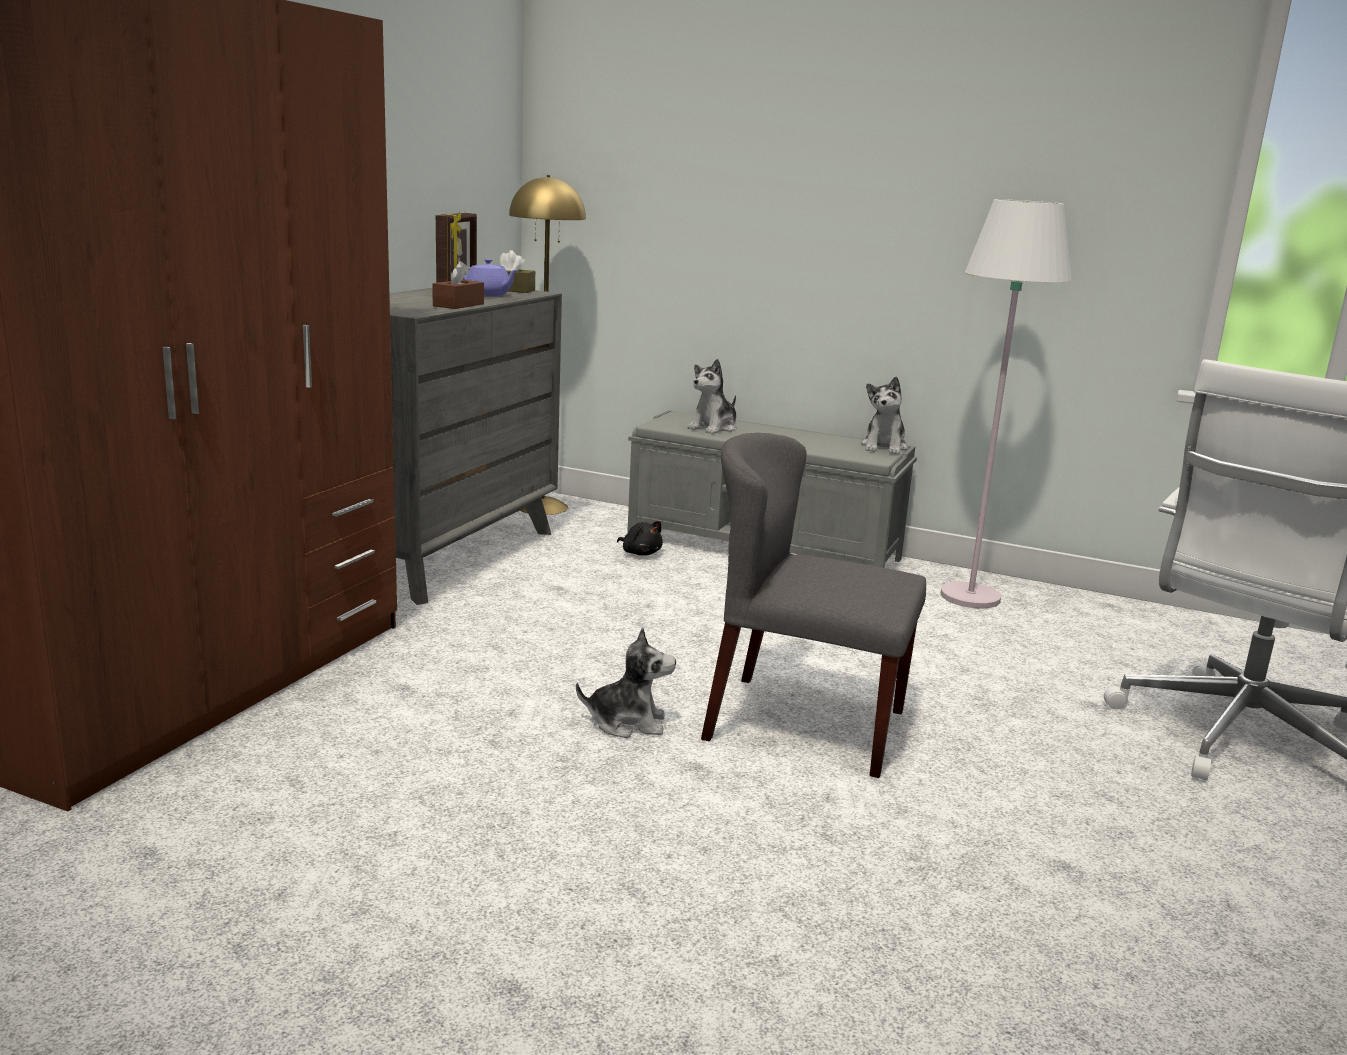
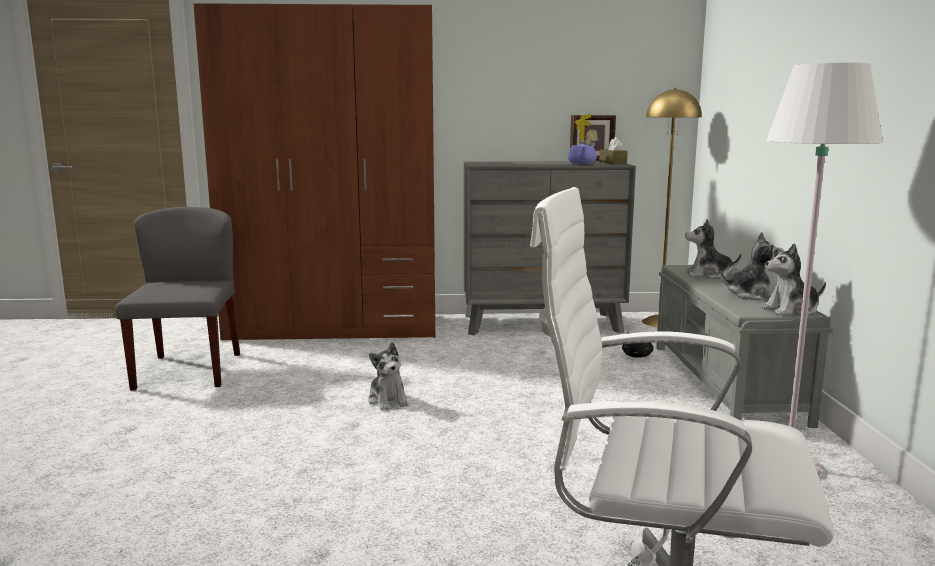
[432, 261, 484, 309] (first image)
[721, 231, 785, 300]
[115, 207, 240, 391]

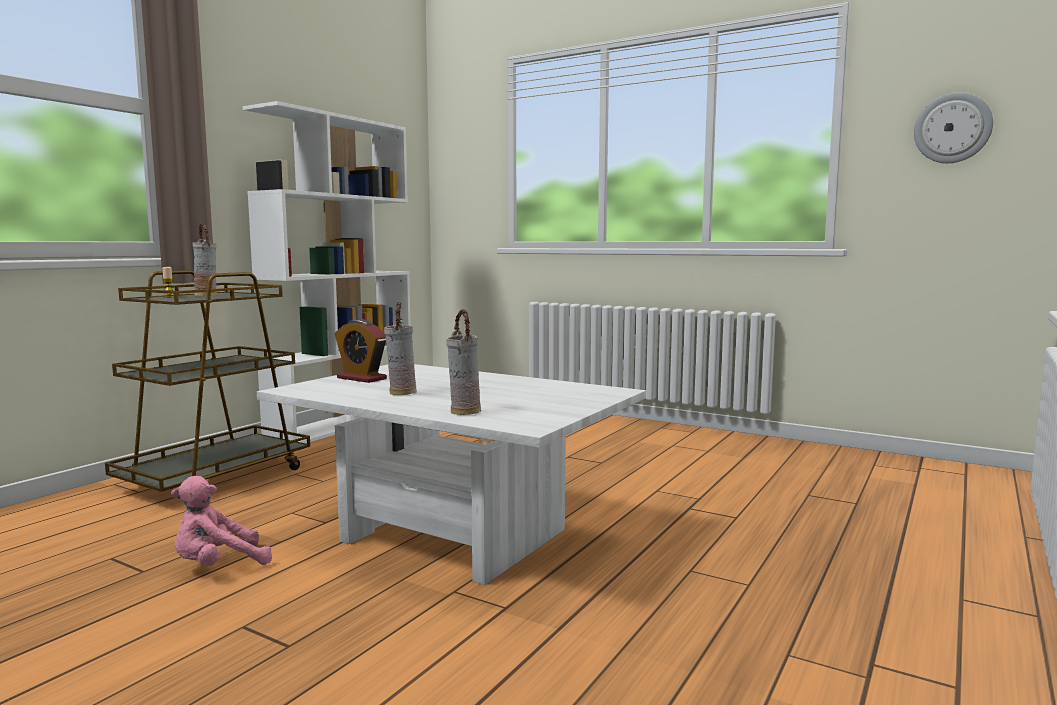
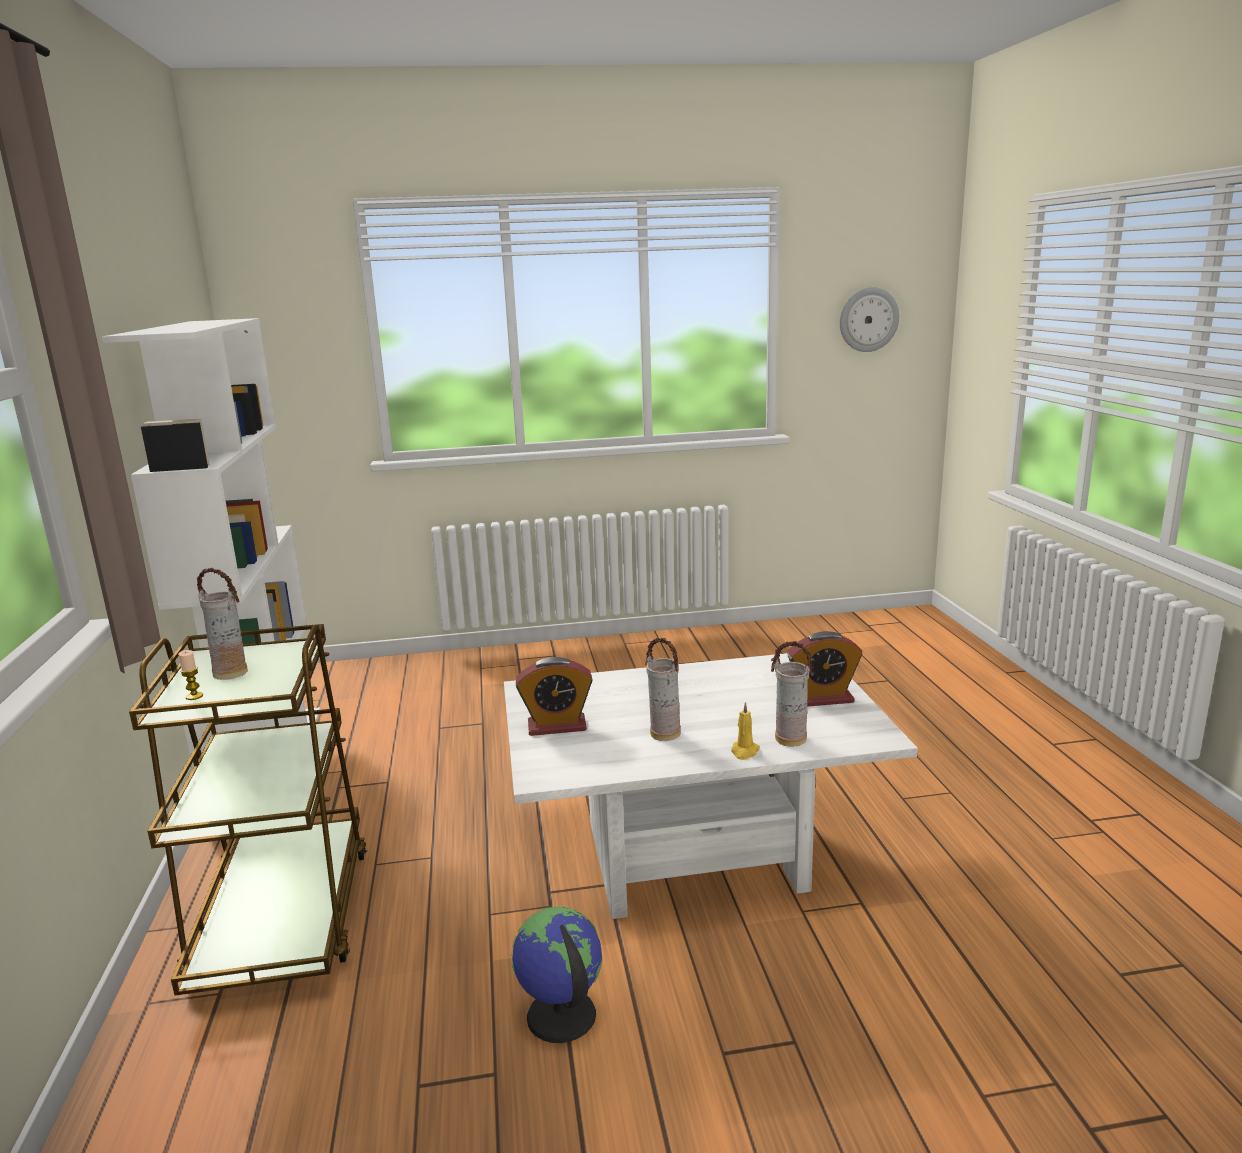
[731, 702, 760, 760]
[787, 631, 862, 707]
[511, 906, 603, 1043]

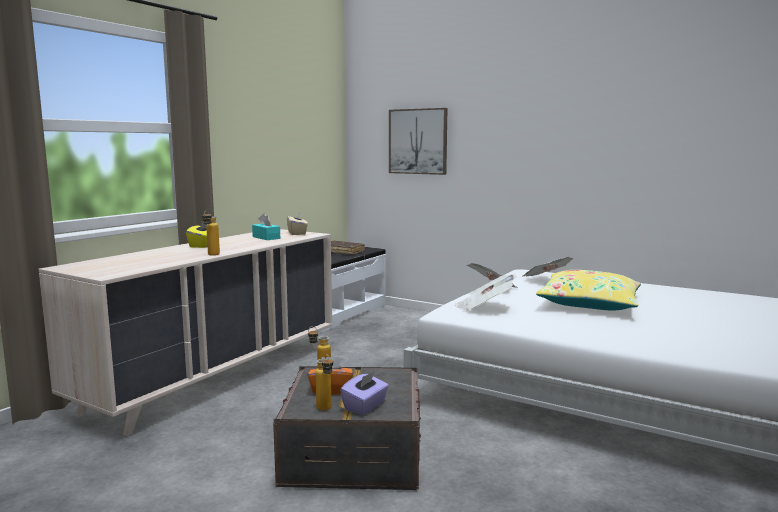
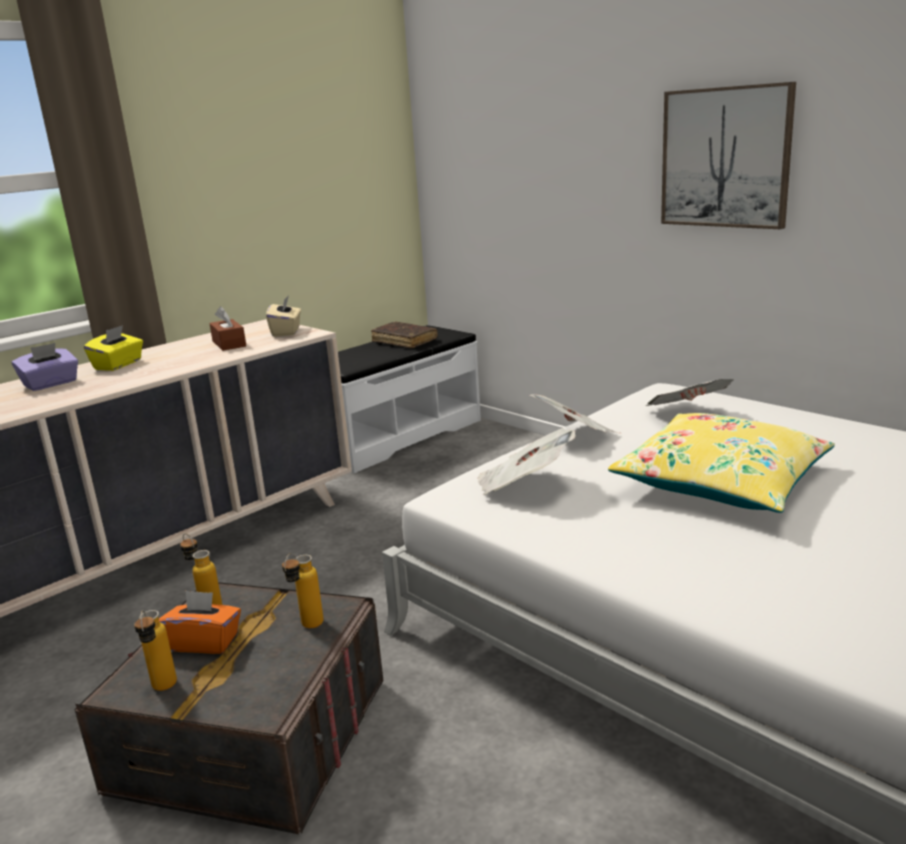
[282, 553, 323, 628]
[12, 343, 78, 391]
[661, 82, 796, 229]
[209, 306, 246, 351]

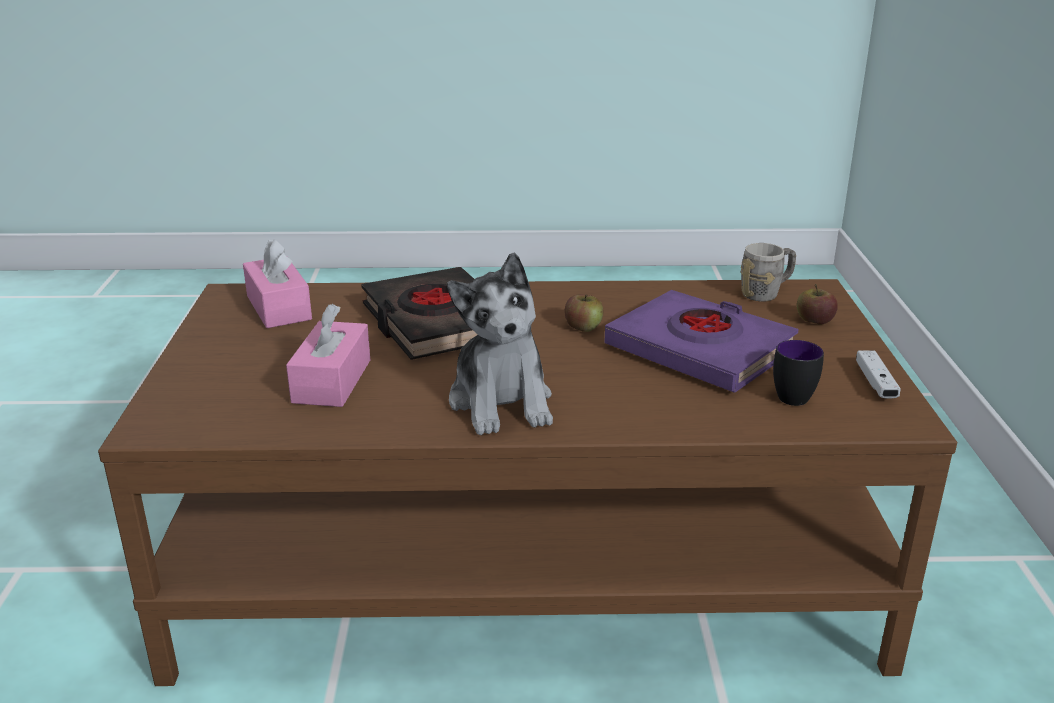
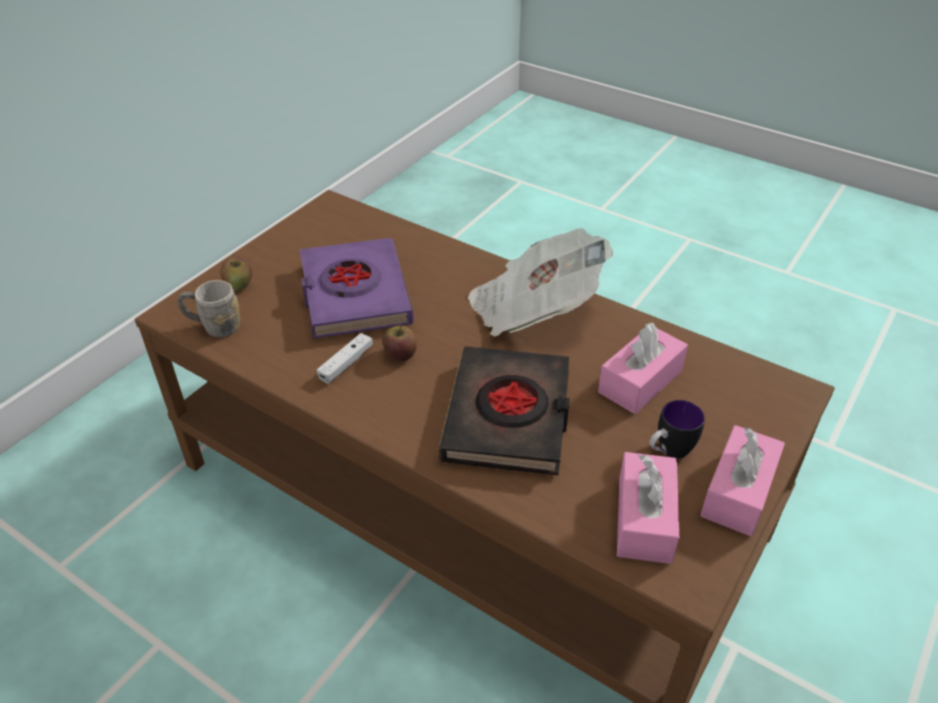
[700, 425, 785, 536]
[649, 400, 705, 459]
[317, 333, 373, 384]
[468, 228, 613, 337]

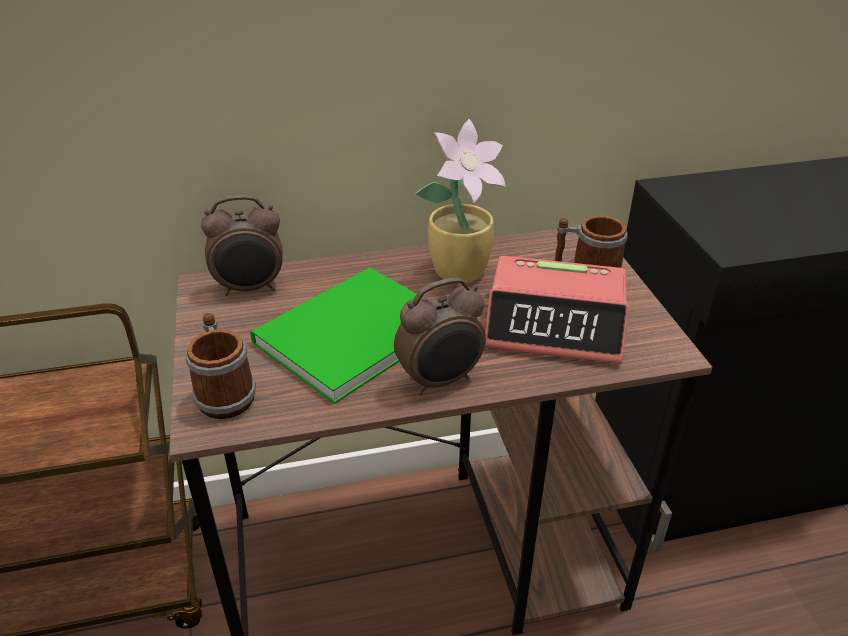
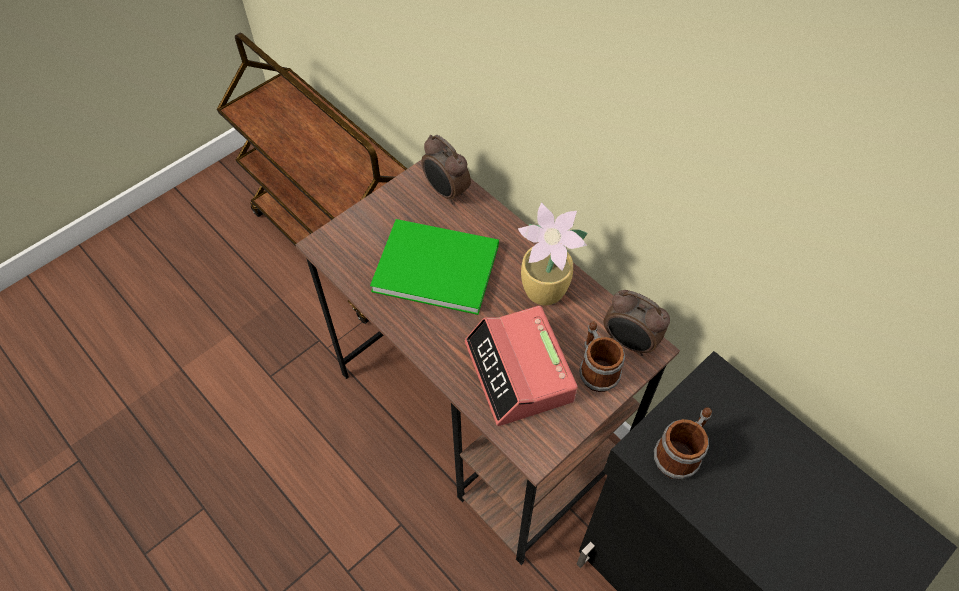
[654, 407, 712, 479]
[604, 290, 670, 356]

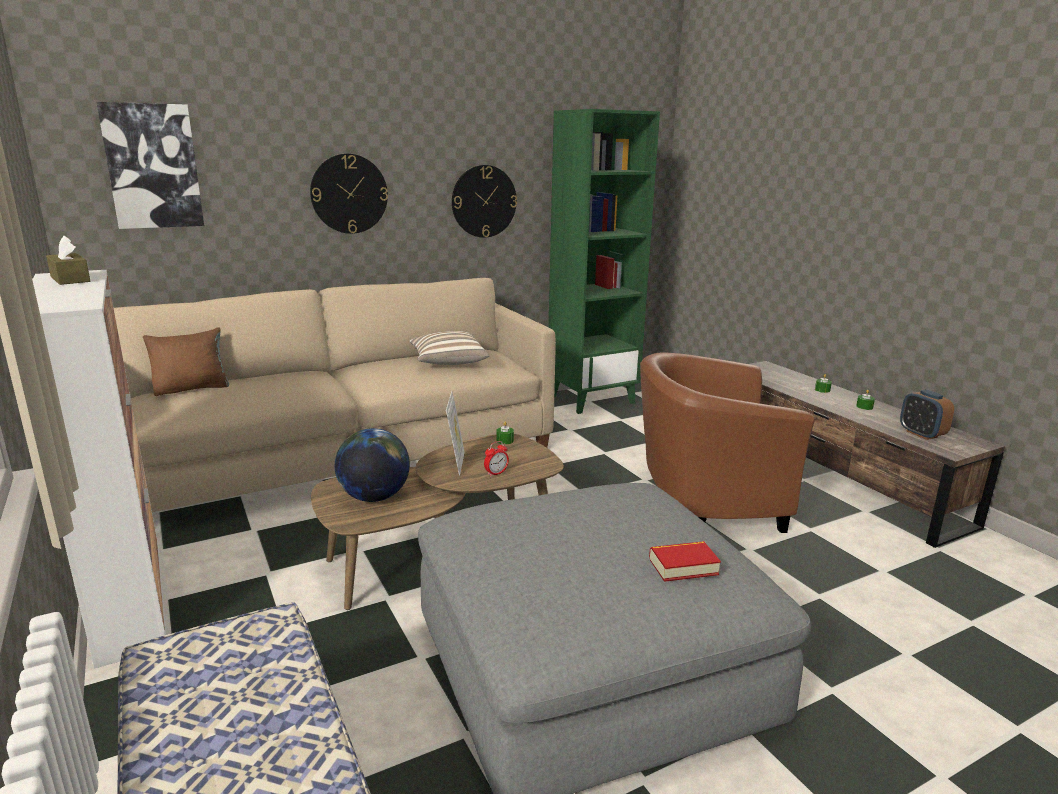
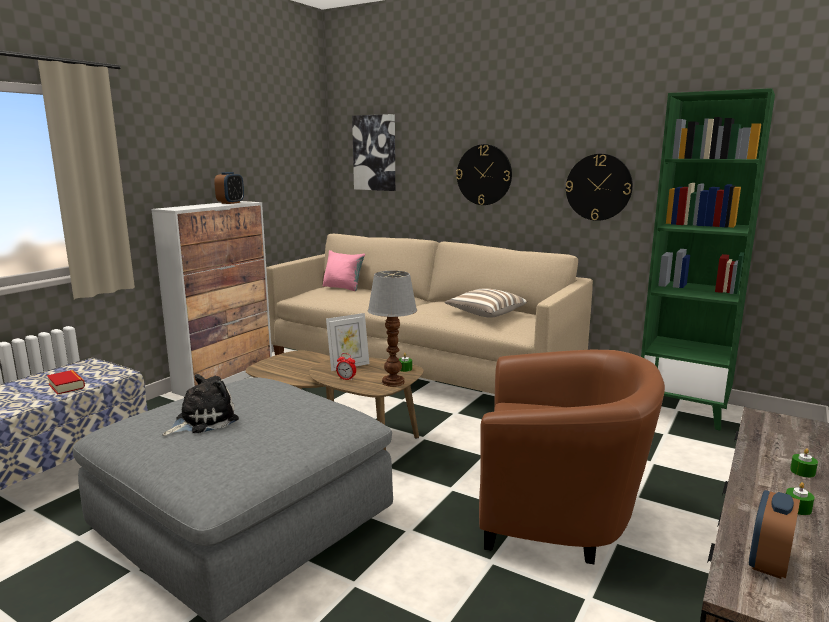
[335, 428, 410, 502] (first image)
[163, 374, 239, 436]
[368, 271, 417, 387]
[47, 370, 85, 395]
[214, 172, 244, 204]
[323, 250, 365, 291]
[479, 350, 665, 564]

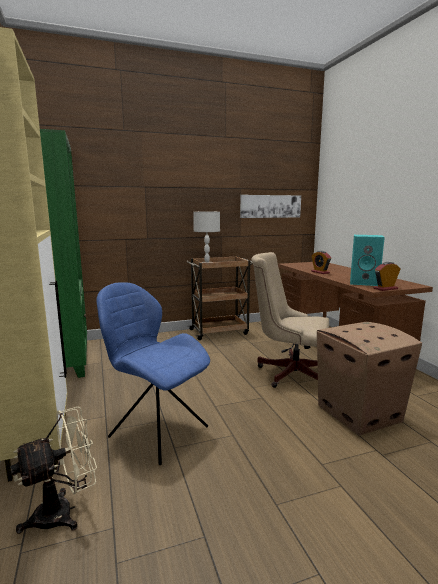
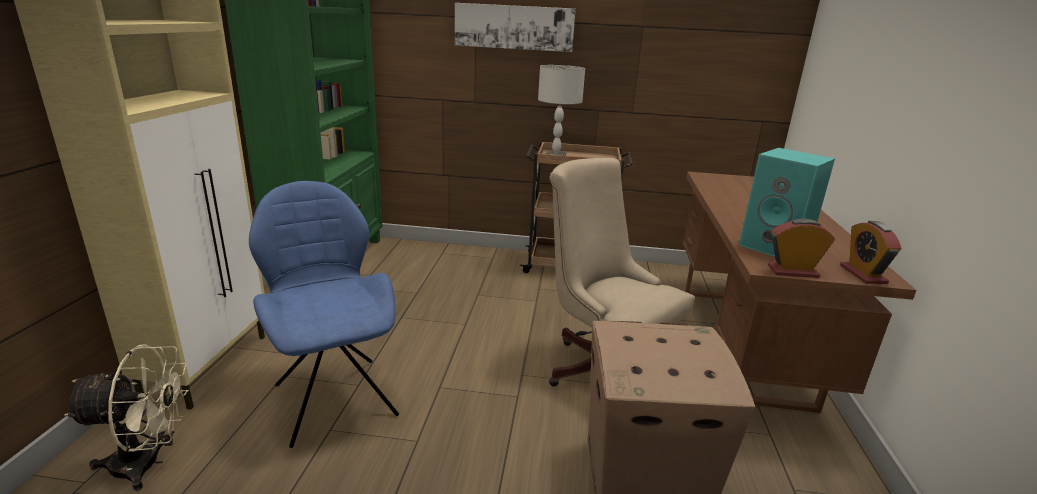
[455, 3, 576, 52]
[840, 221, 901, 284]

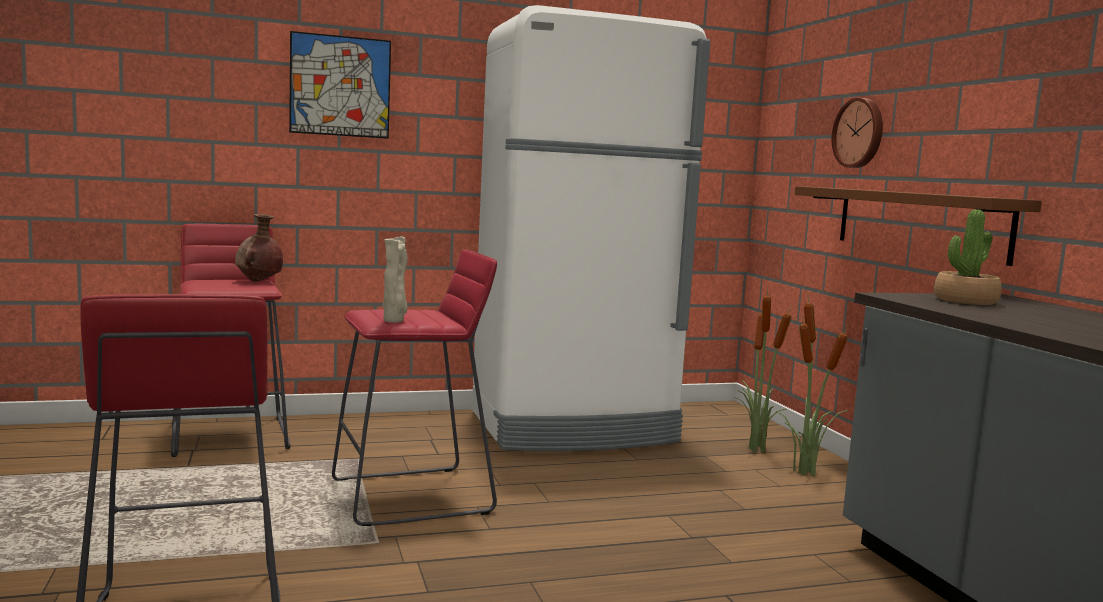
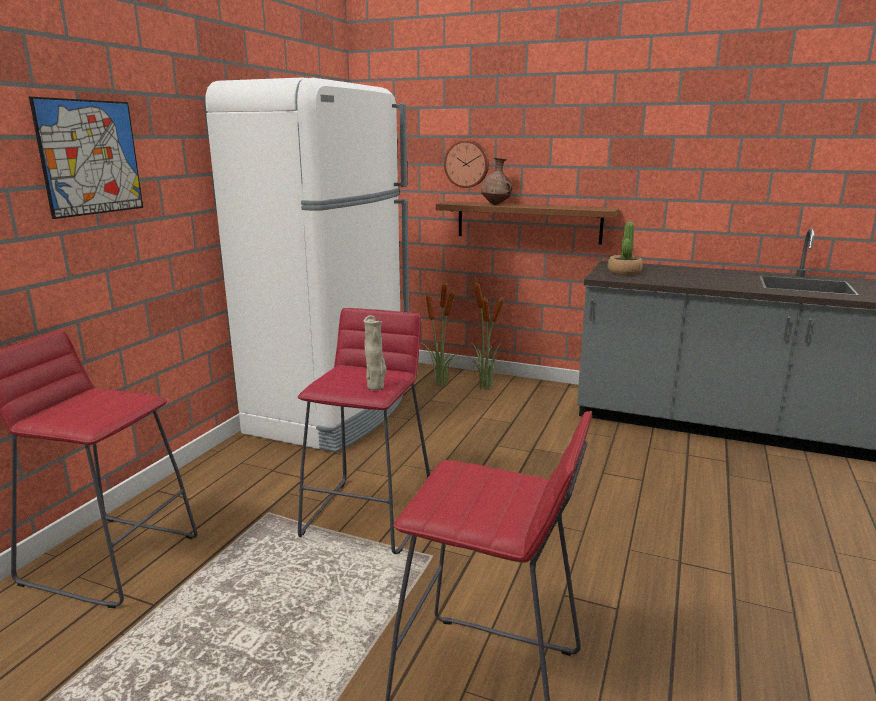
[481, 158, 512, 205]

